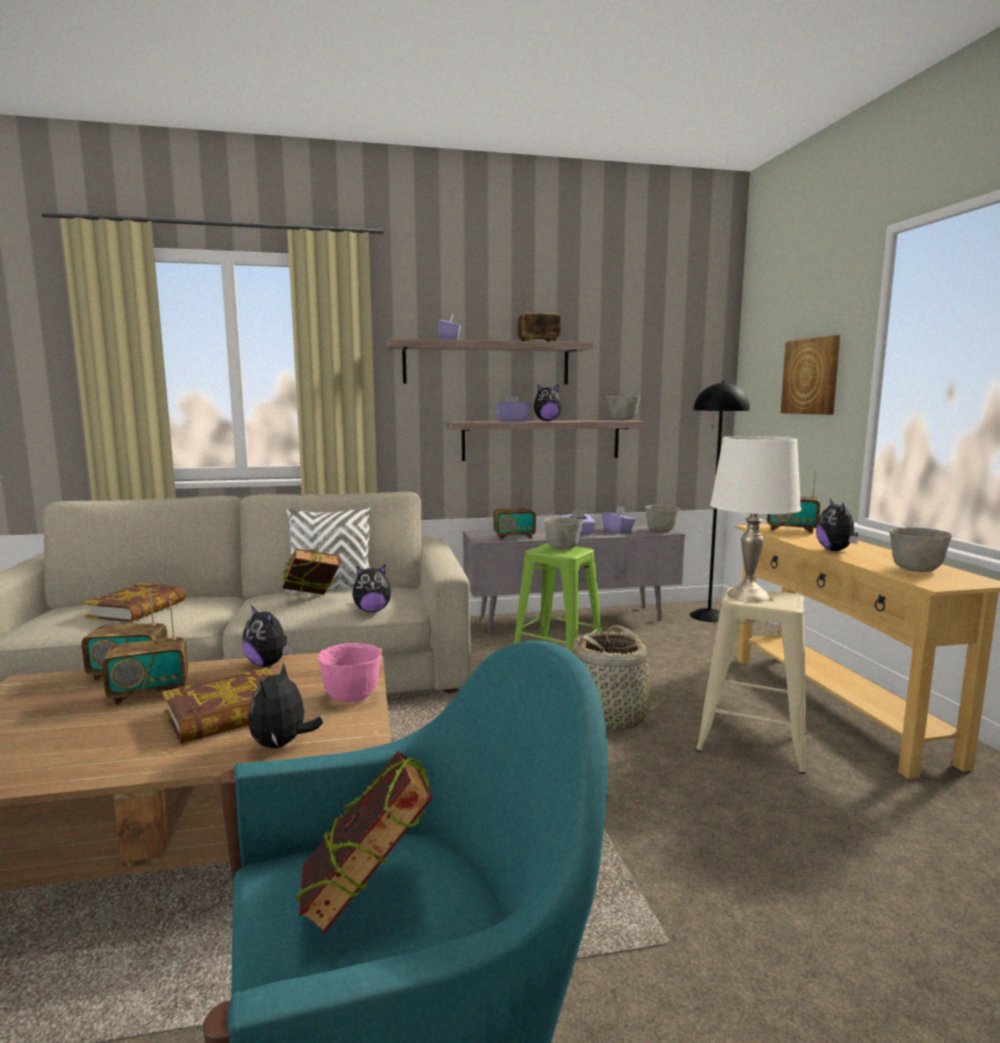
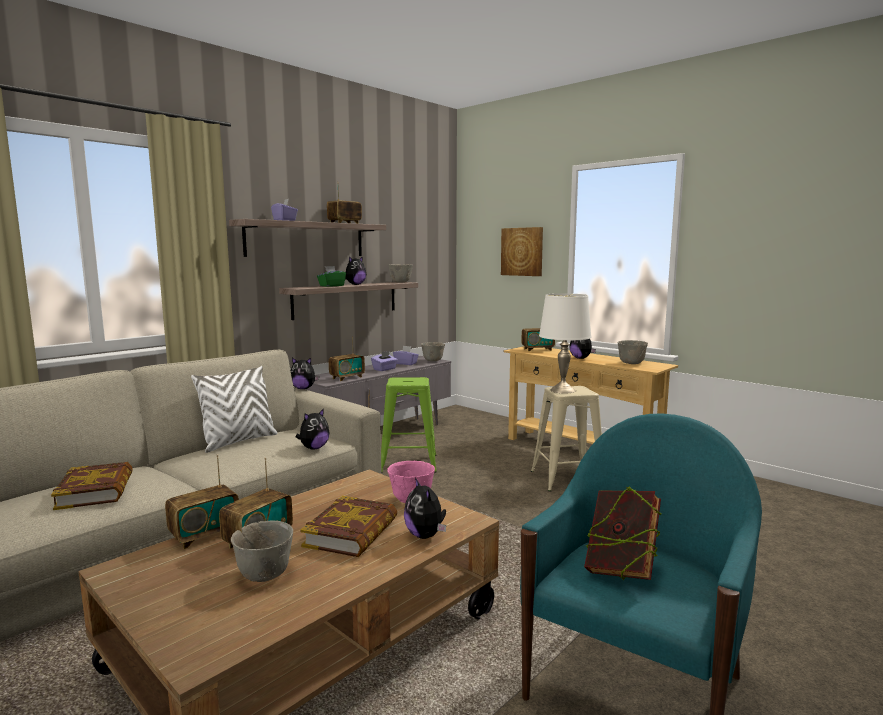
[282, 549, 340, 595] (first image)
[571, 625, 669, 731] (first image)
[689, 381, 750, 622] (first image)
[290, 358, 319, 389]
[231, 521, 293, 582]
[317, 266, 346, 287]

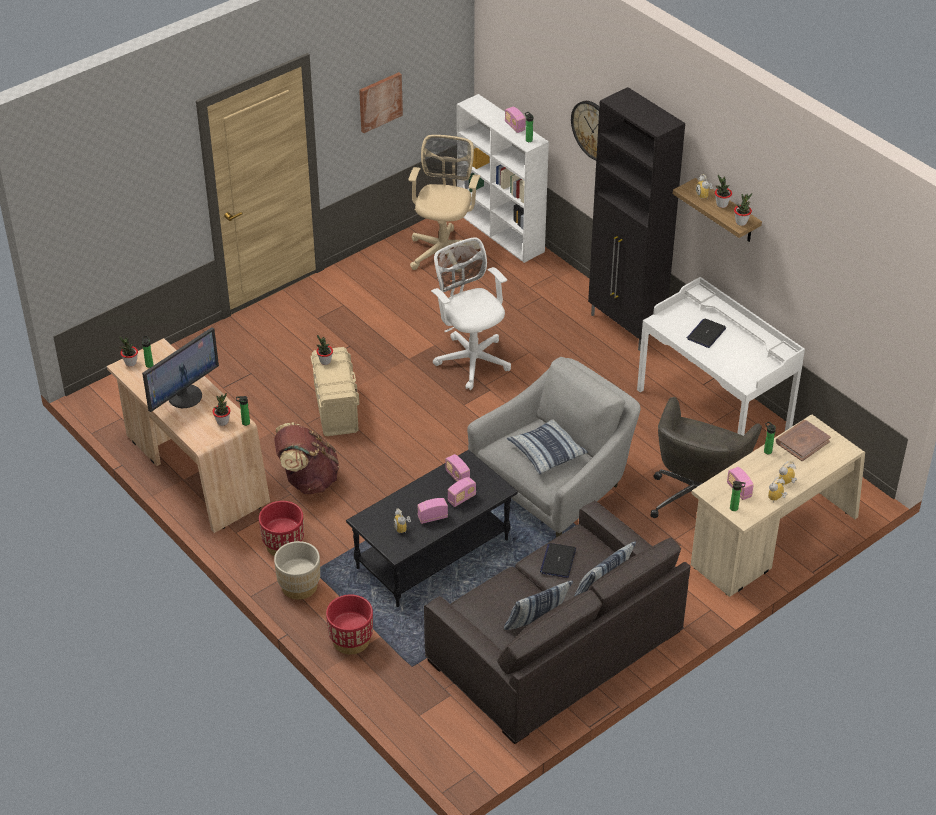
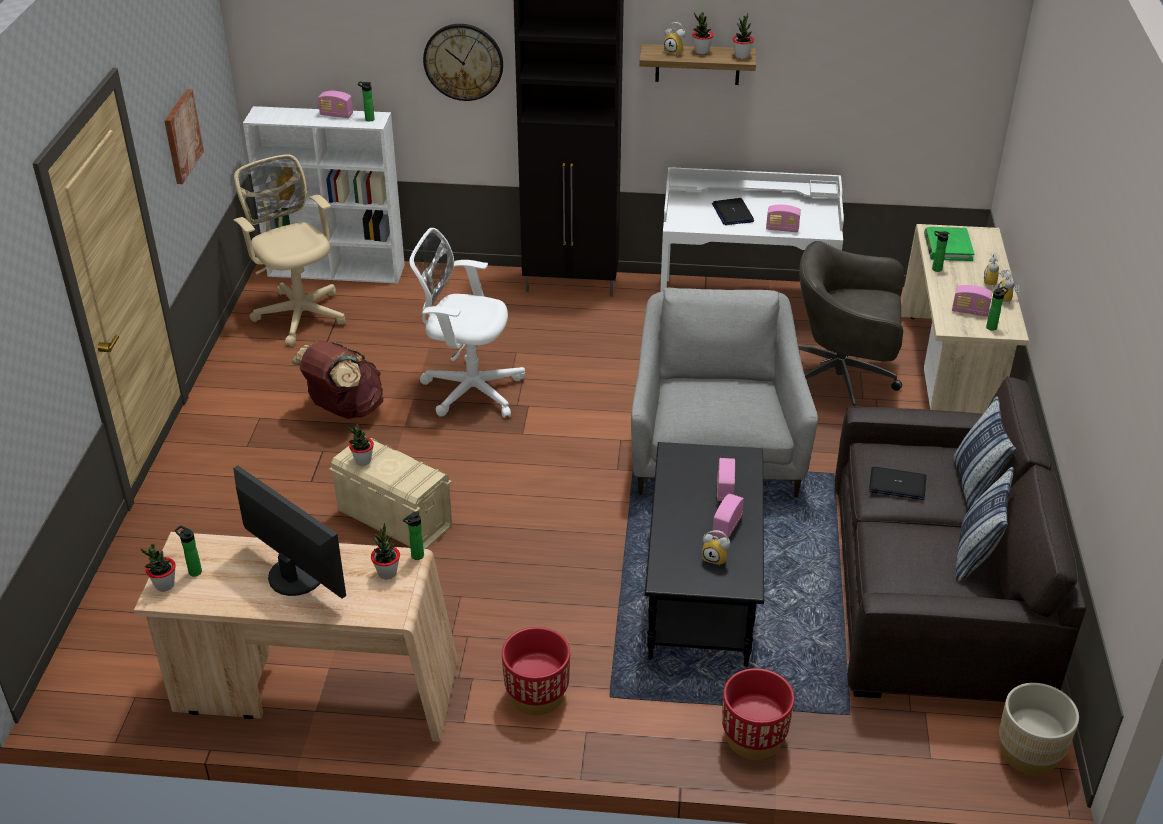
[507, 419, 588, 474] (first image)
[290, 341, 383, 419]
[999, 683, 1079, 775]
[766, 205, 801, 232]
[924, 227, 974, 261]
[233, 465, 346, 598]
[869, 466, 926, 500]
[798, 241, 904, 407]

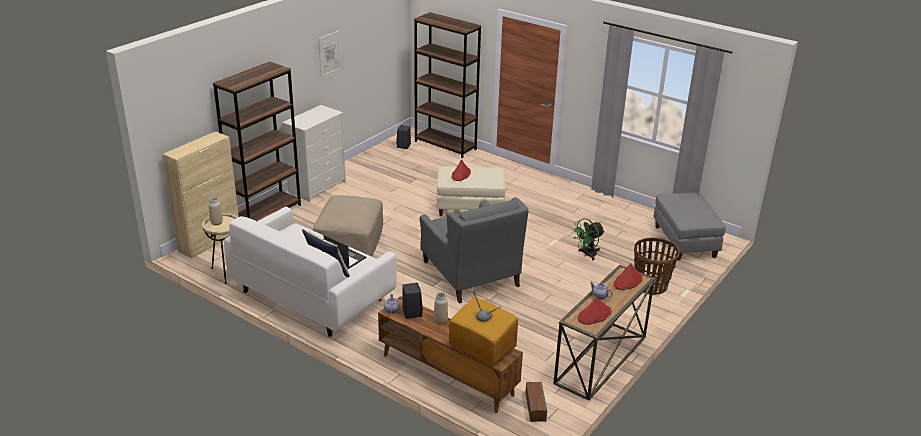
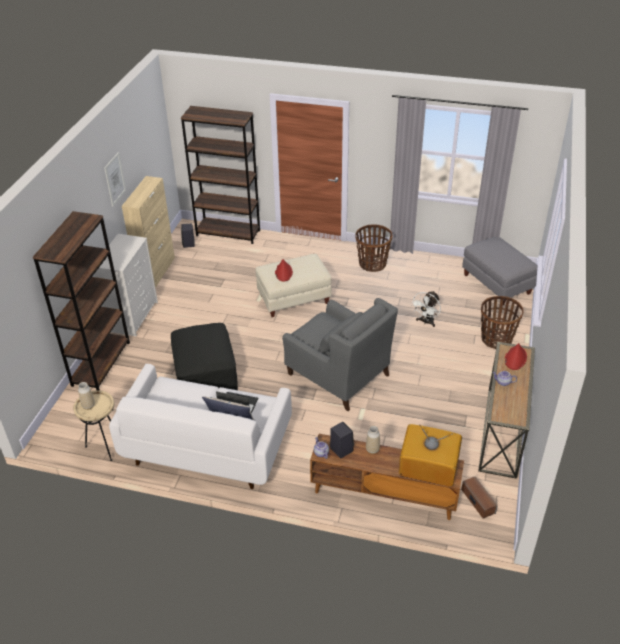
[578, 297, 612, 325] (first image)
[355, 224, 392, 272]
[122, 176, 175, 288]
[171, 323, 238, 390]
[411, 291, 441, 327]

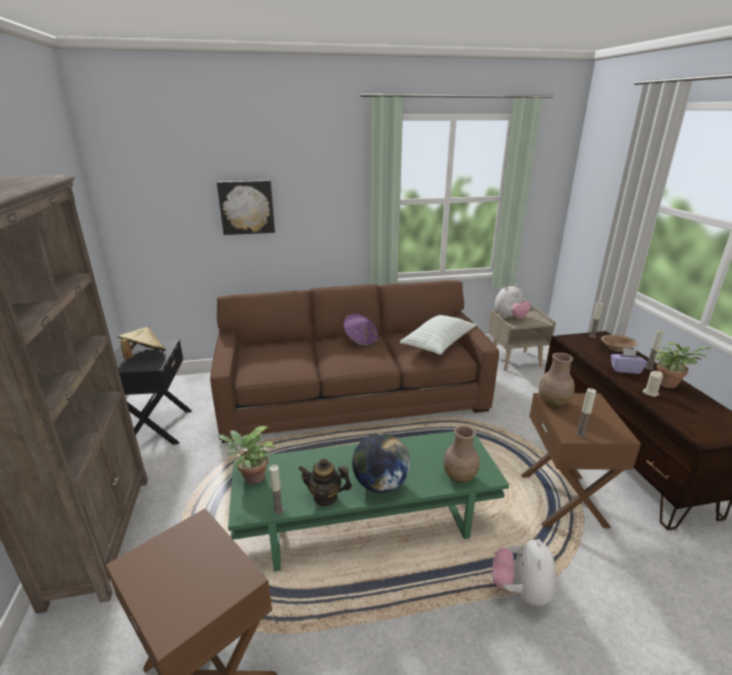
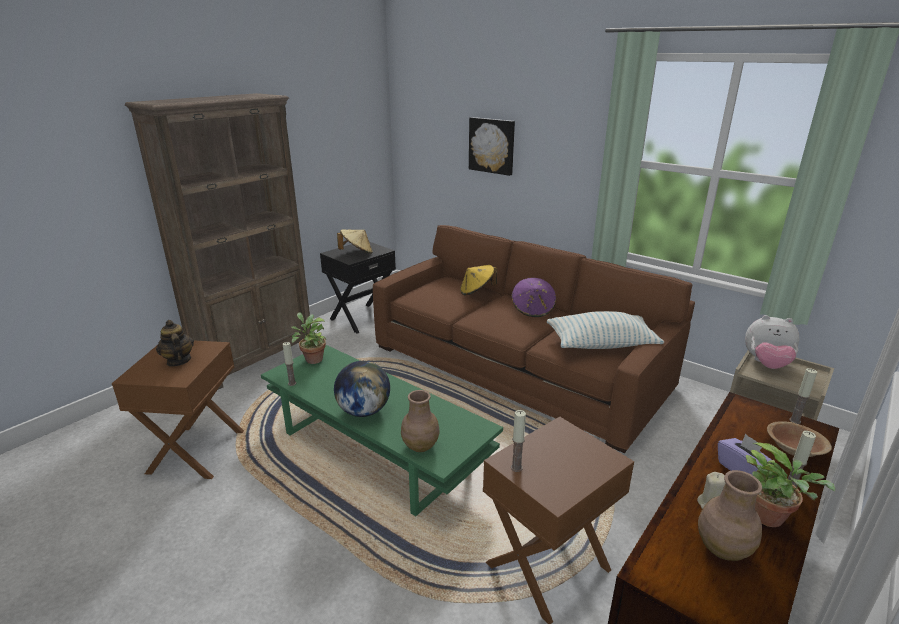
[492, 539, 555, 606] (first image)
[460, 265, 497, 296]
[156, 320, 194, 367]
[698, 470, 762, 561]

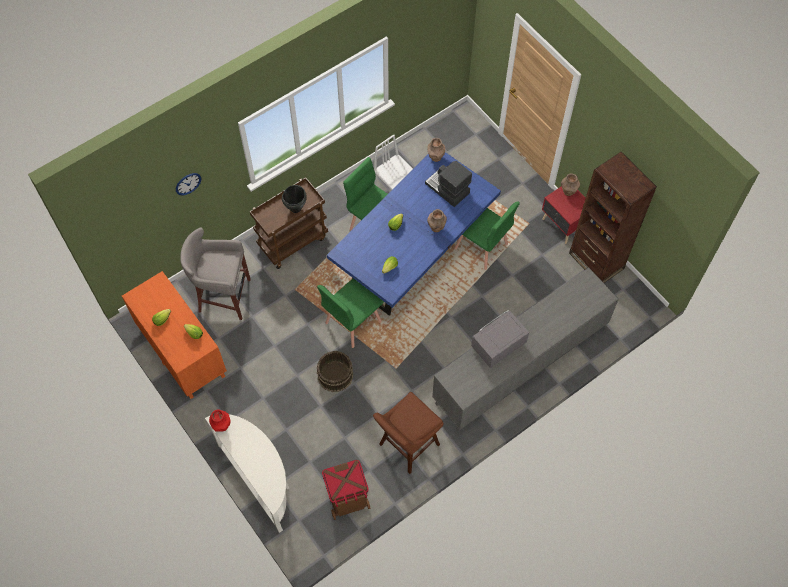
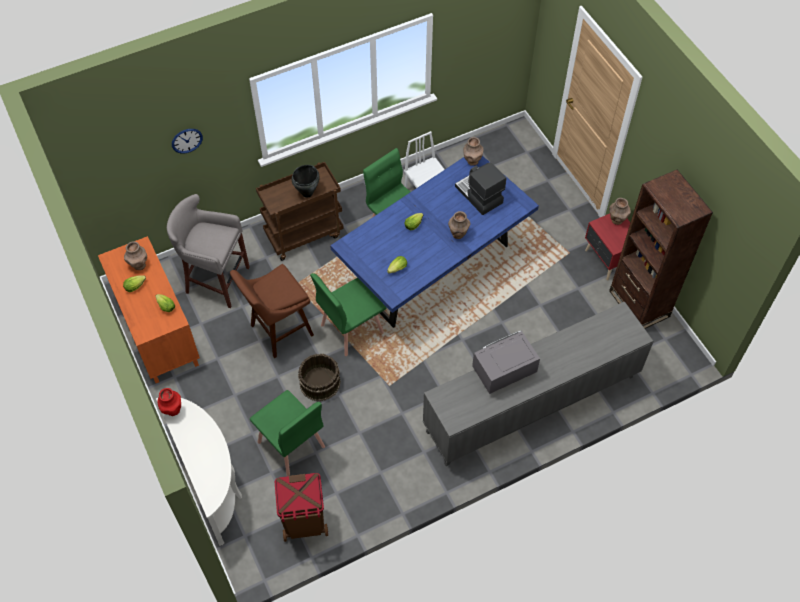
[124, 241, 147, 270]
[230, 264, 314, 358]
[250, 390, 325, 476]

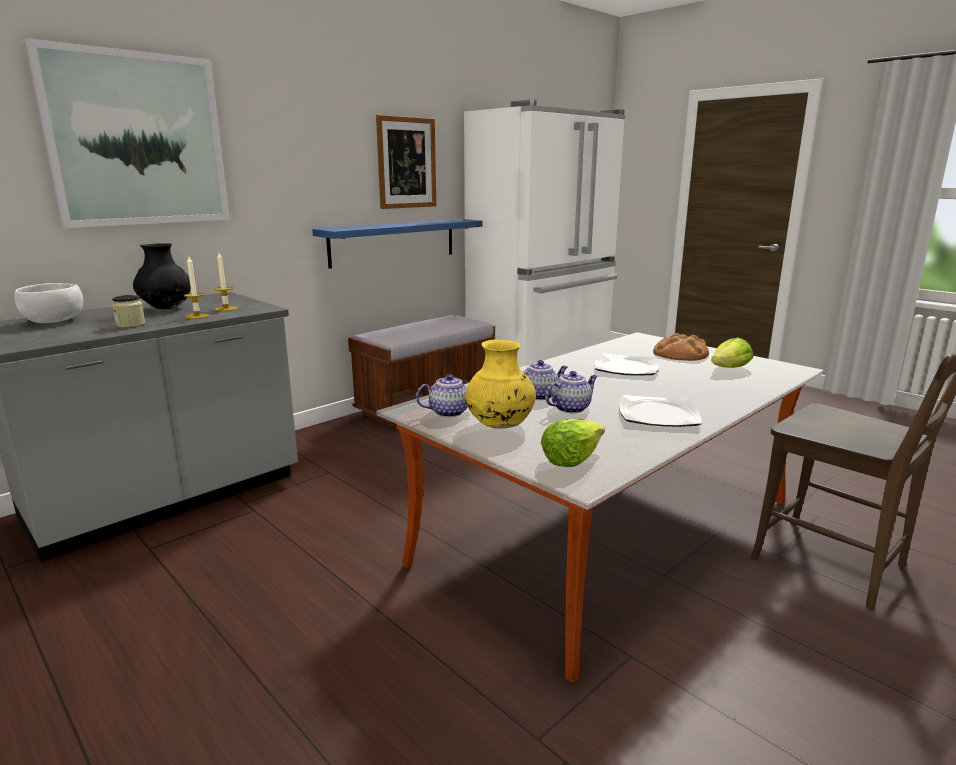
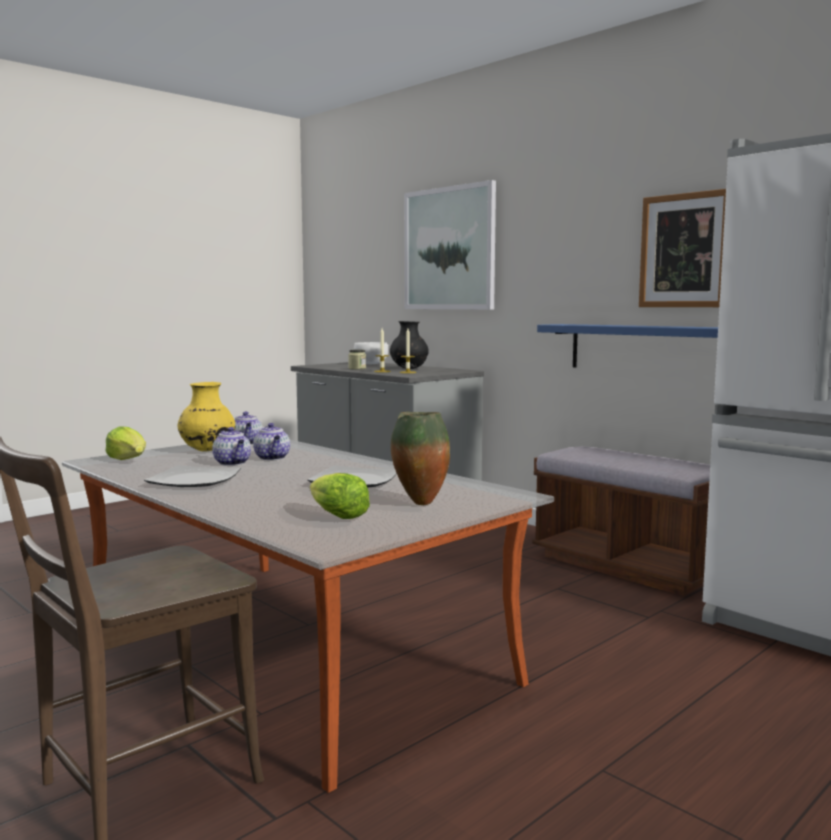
[391, 412, 450, 505]

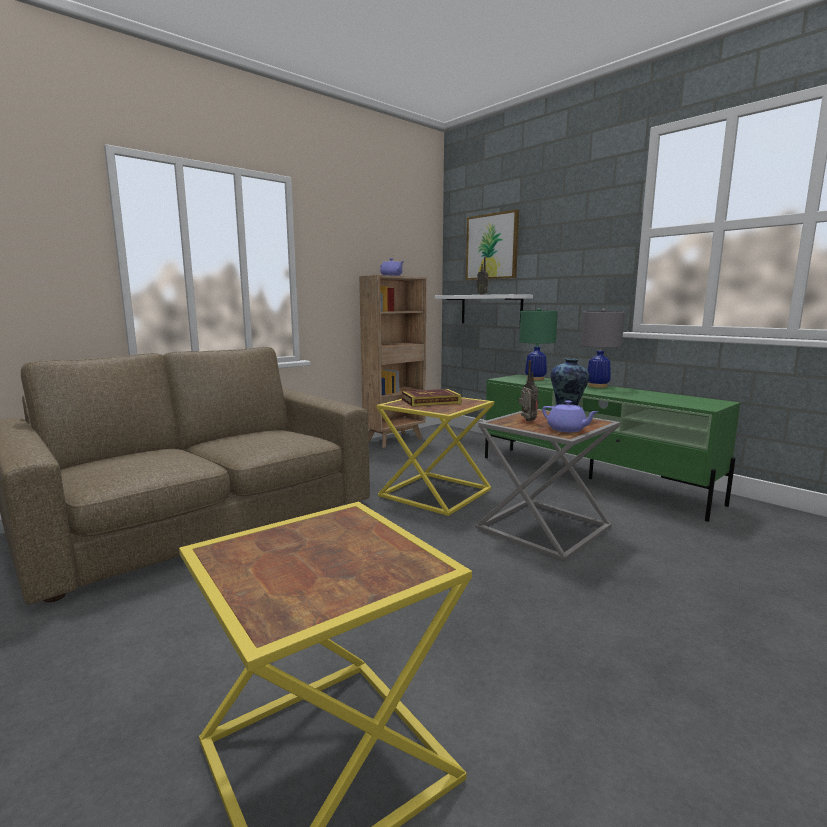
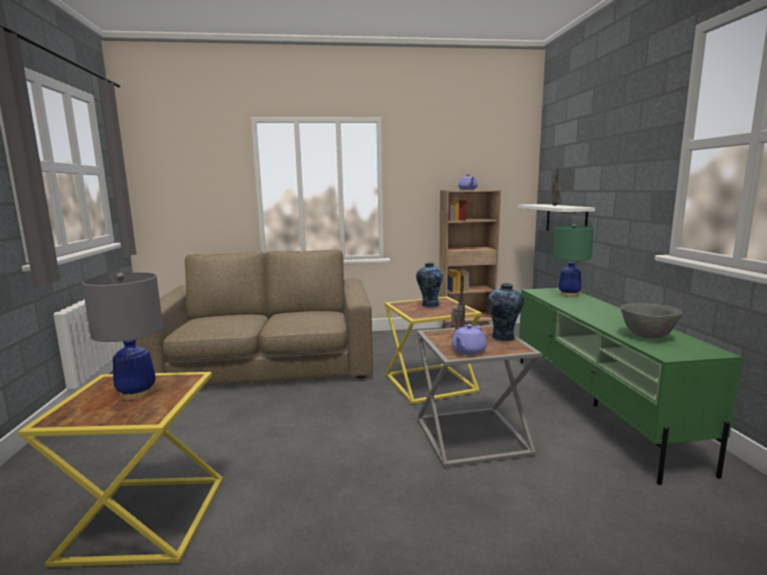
[466, 209, 519, 280] (first image)
[621, 303, 682, 339]
[82, 273, 163, 400]
[416, 262, 443, 307]
[451, 324, 487, 354]

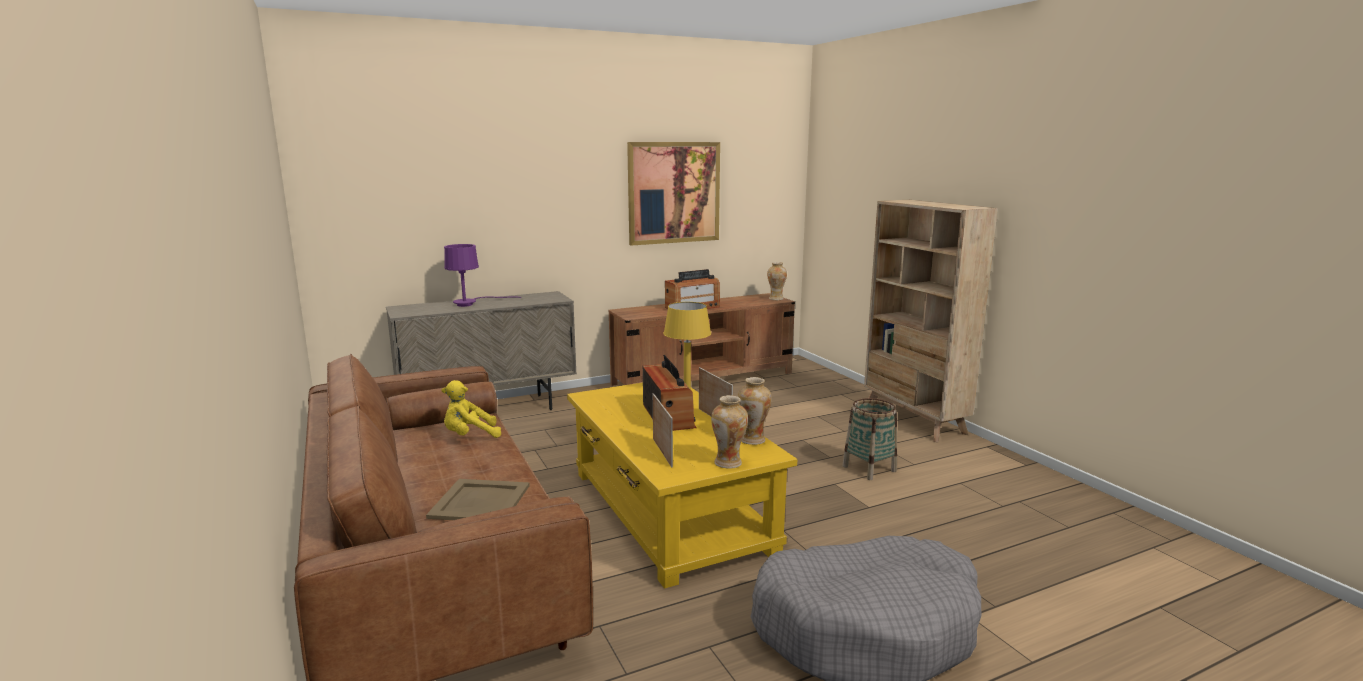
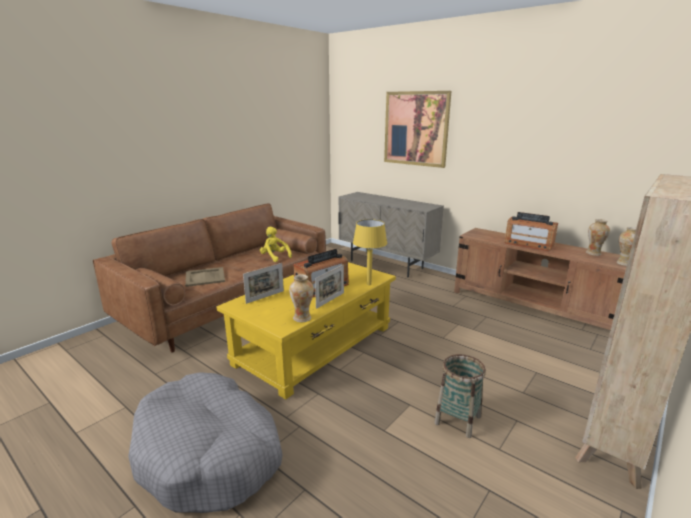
[444, 244, 521, 307] (first image)
[384, 91, 451, 168]
[586, 219, 610, 256]

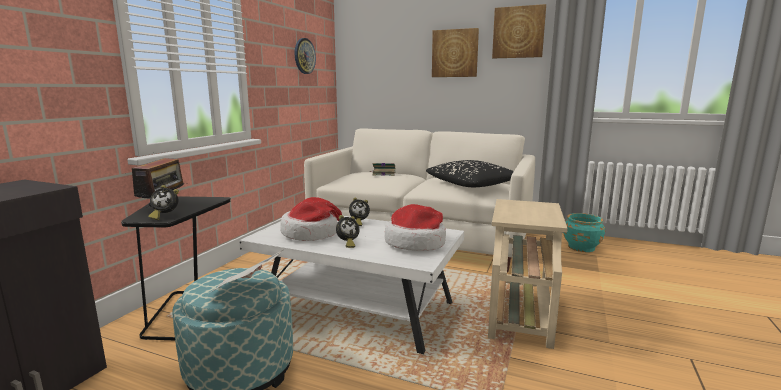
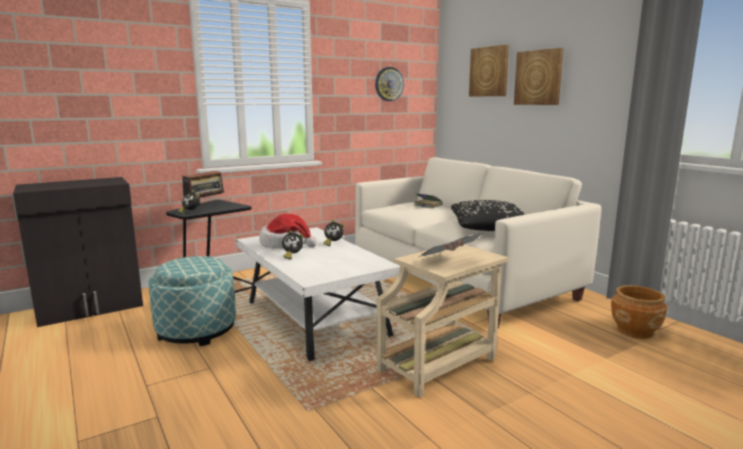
[385, 204, 446, 251] (first image)
[418, 233, 484, 257]
[469, 45, 509, 96]
[611, 285, 668, 339]

